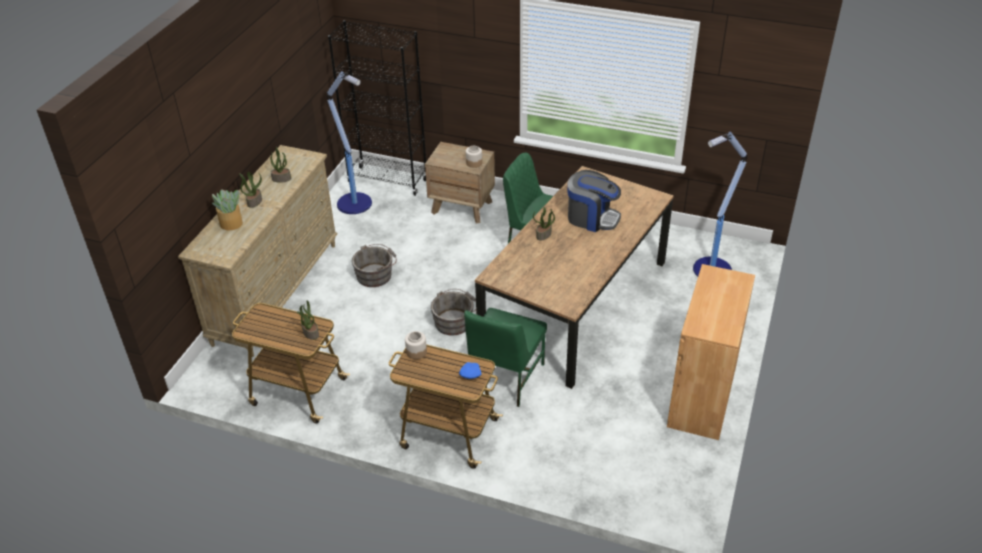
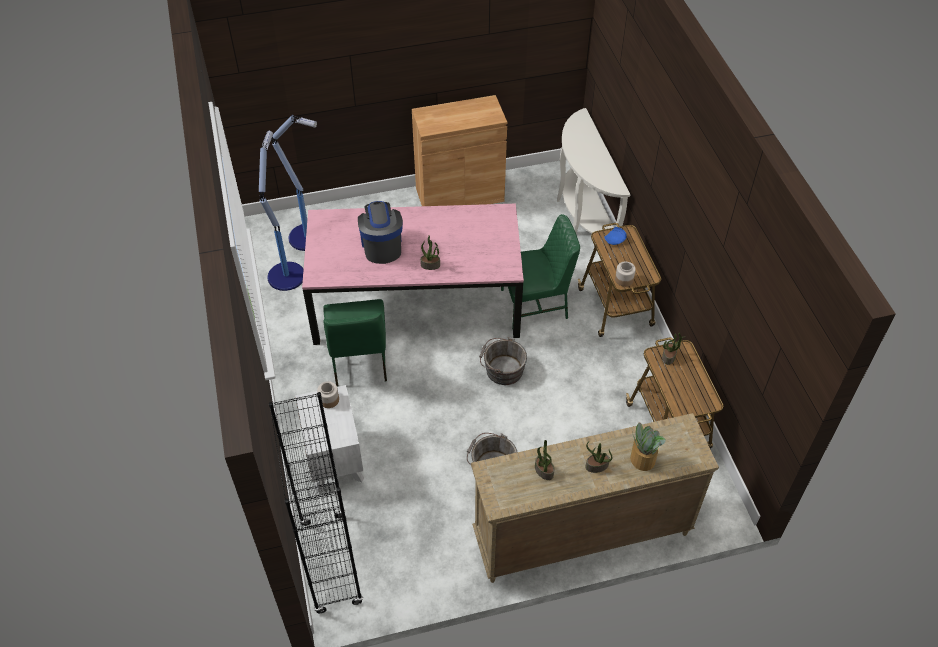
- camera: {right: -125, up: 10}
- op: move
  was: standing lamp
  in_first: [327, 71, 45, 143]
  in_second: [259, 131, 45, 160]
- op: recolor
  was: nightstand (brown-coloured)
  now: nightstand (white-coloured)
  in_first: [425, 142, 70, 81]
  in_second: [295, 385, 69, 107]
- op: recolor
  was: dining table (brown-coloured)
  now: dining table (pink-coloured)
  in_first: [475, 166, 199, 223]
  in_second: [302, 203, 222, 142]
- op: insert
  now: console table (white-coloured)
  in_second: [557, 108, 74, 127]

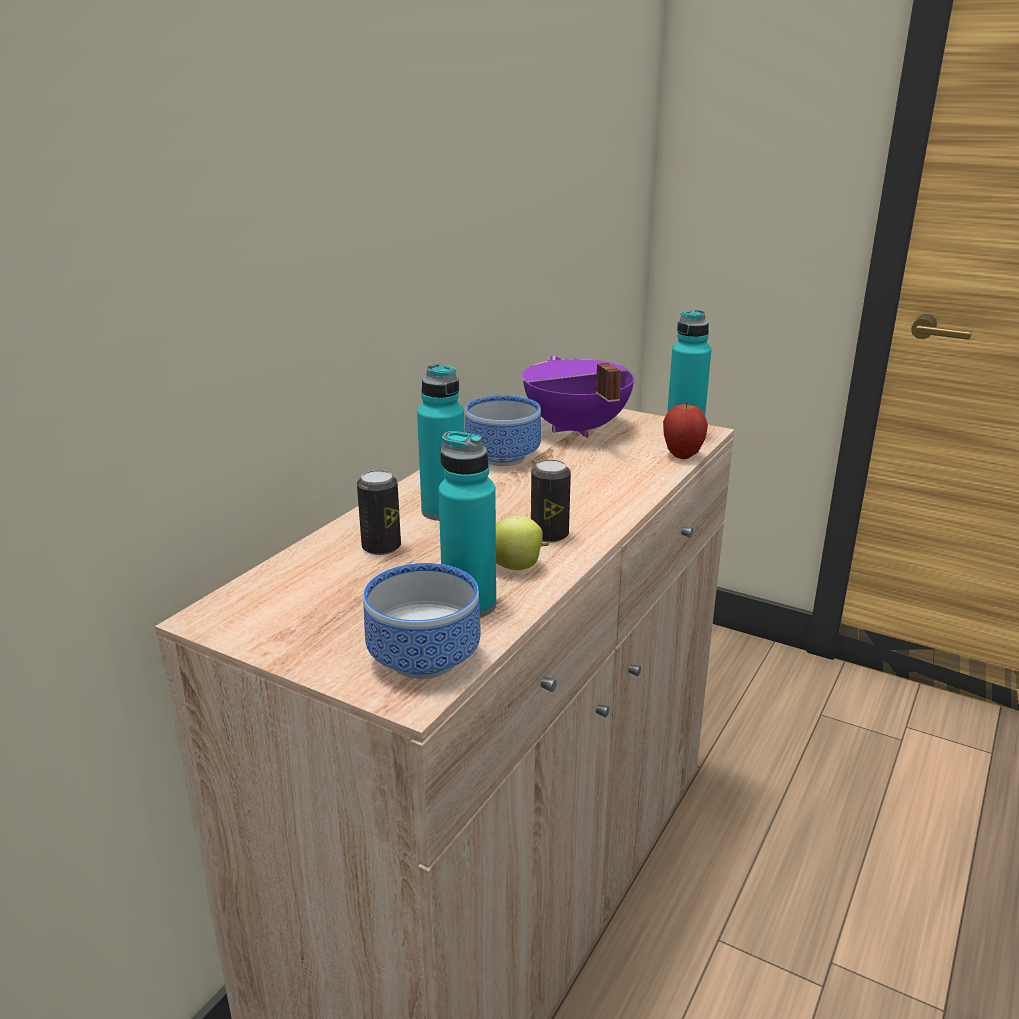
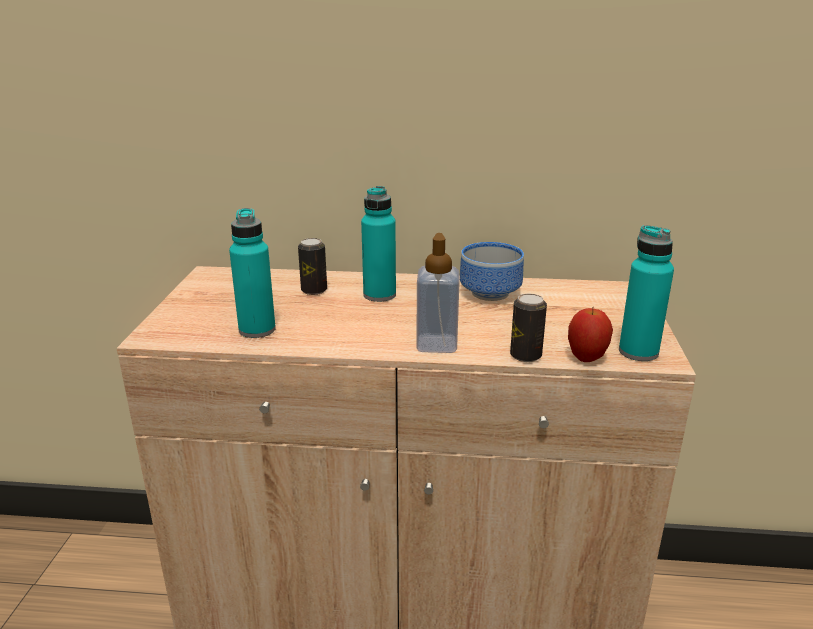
- camera: {right: 65, up: 0}
- op: insert
  now: soap bottle
  in_second: [416, 233, 43, 120]
- op: move
  was: metal can
  in_first: [531, 460, 40, 83]
  in_second: [510, 294, 37, 68]
- op: delete
  was: deep dish
  in_first: [363, 563, 118, 116]
- op: delete
  was: apple
  in_first: [496, 516, 53, 54]
- op: delete
  was: stockpot (purple)
  in_first: [522, 356, 112, 82]

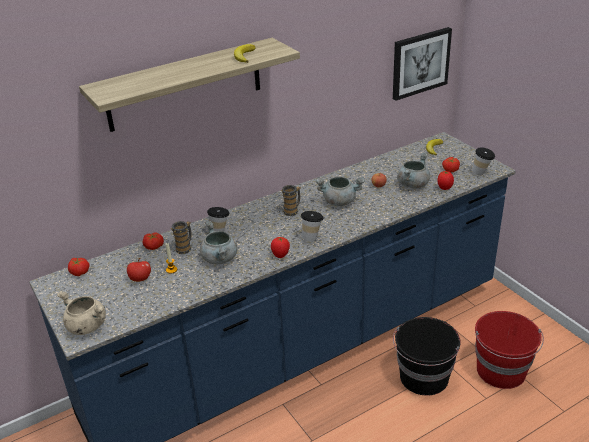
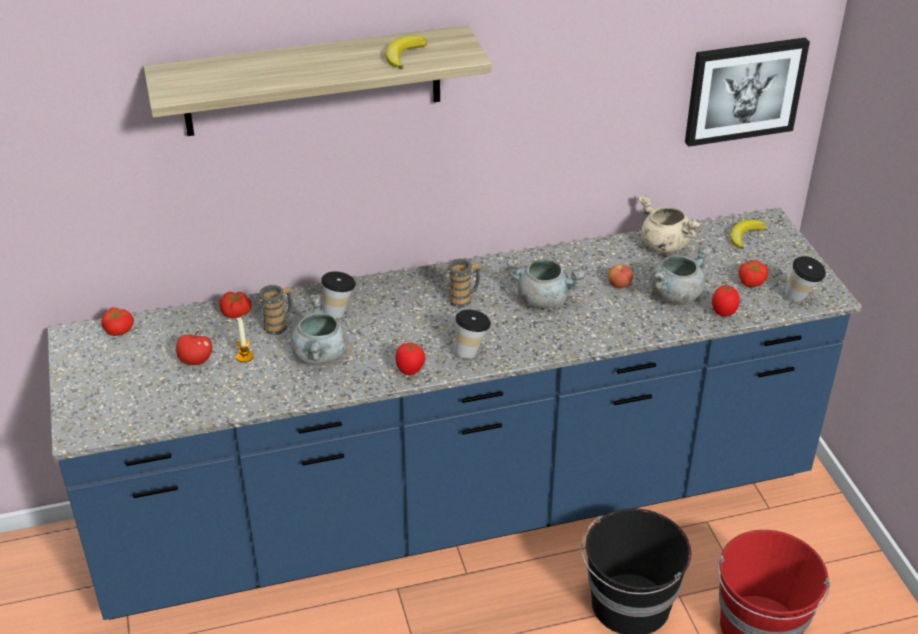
- camera: {right: 15, up: 5}
- op: move
  was: stockpot (beige-coloured)
  in_first: [57, 291, 49, 44]
  in_second: [638, 195, 63, 58]

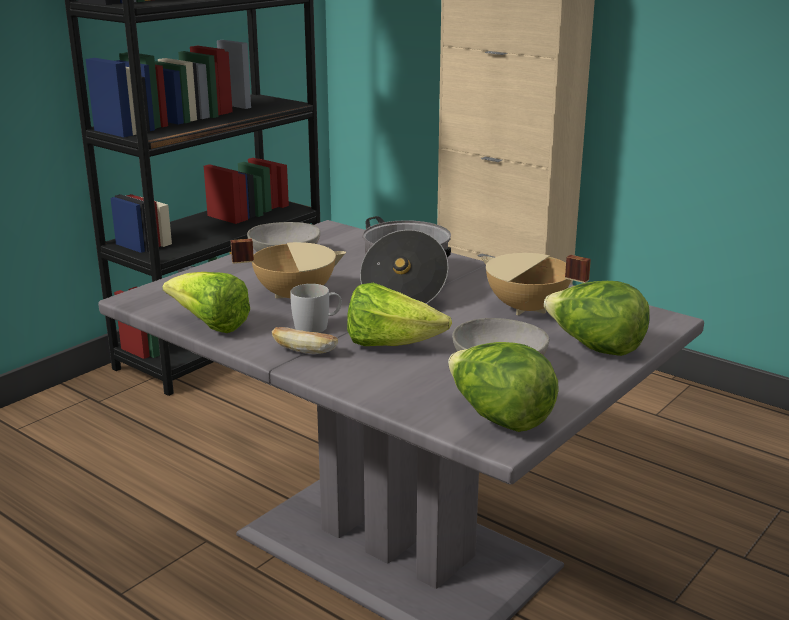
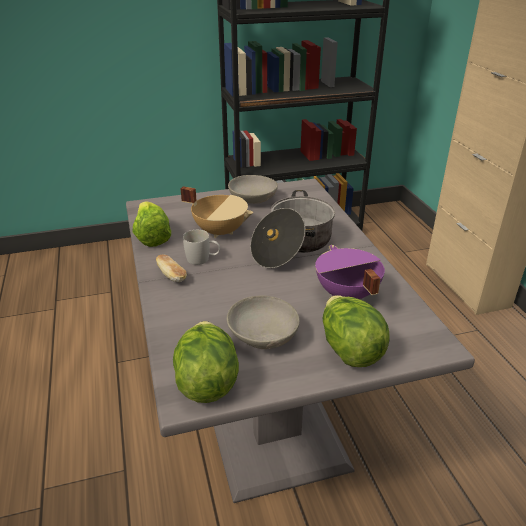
- camera: {right: 35, up: 10}
- op: recolor
  was: stockpot (beige-coloured)
  now: stockpot (purple)
  in_first: [481, 253, 110, 62]
  in_second: [315, 245, 70, 54]
- op: delete
  was: lettuce
  in_first: [347, 283, 105, 63]

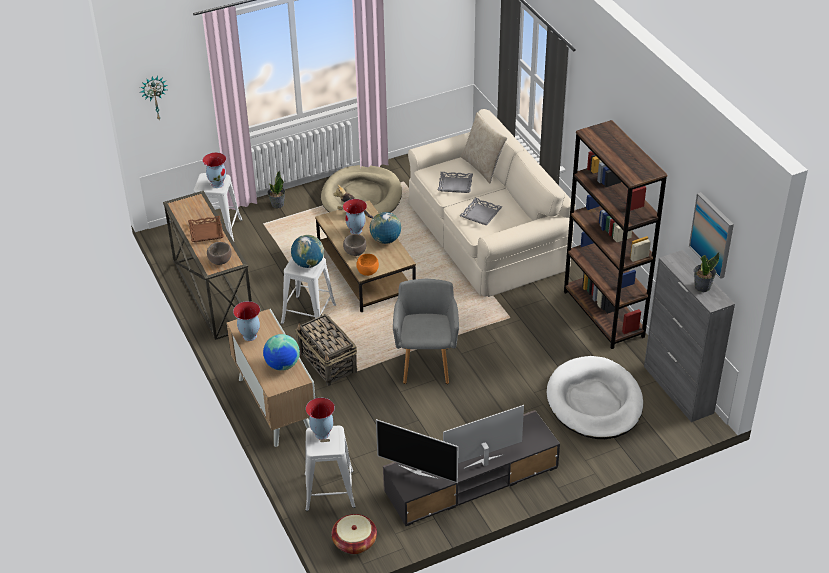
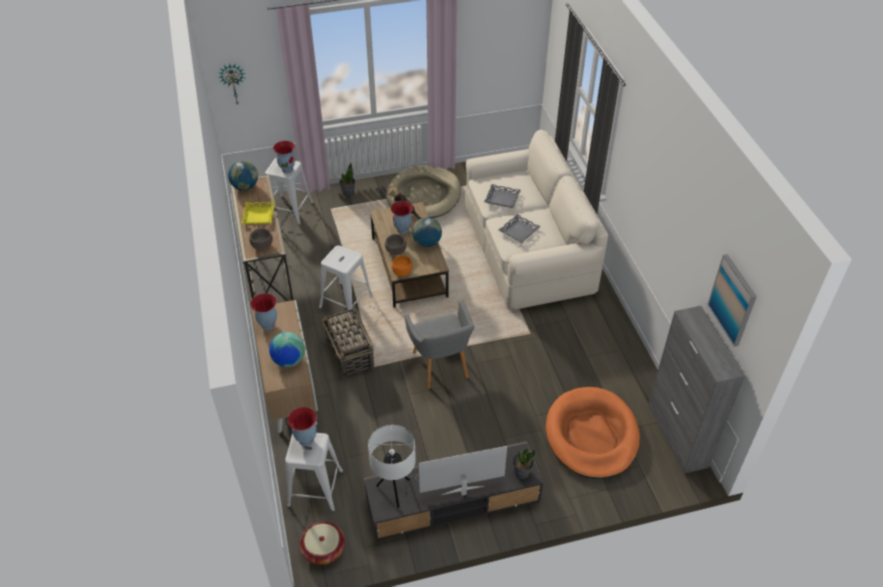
- camera: {right: 10, up: 5}
- op: move
  was: desk globe
  in_first: [291, 235, 33, 33]
  in_second: [228, 161, 30, 30]
- op: recolor
  was: serving tray (brown-coloured)
  now: serving tray (yellowish)
  in_first: [188, 216, 36, 26]
  in_second: [241, 201, 34, 23]
- op: replace
  was: TV
  now: lamp for a table (white-coloured)
  in_first: [376, 419, 82, 64]
  in_second: [368, 425, 51, 83]
- op: rotate
  was: easy chair (gray)
  in_first: [393, 279, 66, 105]
  in_second: [404, 300, 70, 89]
  clockwise: 150
- op: move
  was: houseplant
  in_first: [694, 252, 25, 40]
  in_second: [512, 448, 24, 31]
- op: recolor
  was: dog cushion (white-coloured)
  now: dog cushion (orangey)
  in_first: [547, 356, 96, 83]
  in_second: [546, 387, 94, 92]
- op: delete
  was: pillow (beige-coloured)
  in_first: [460, 113, 47, 70]
- op: delete
  was: shelving unit (brown-coloured)
  in_first: [564, 120, 103, 229]

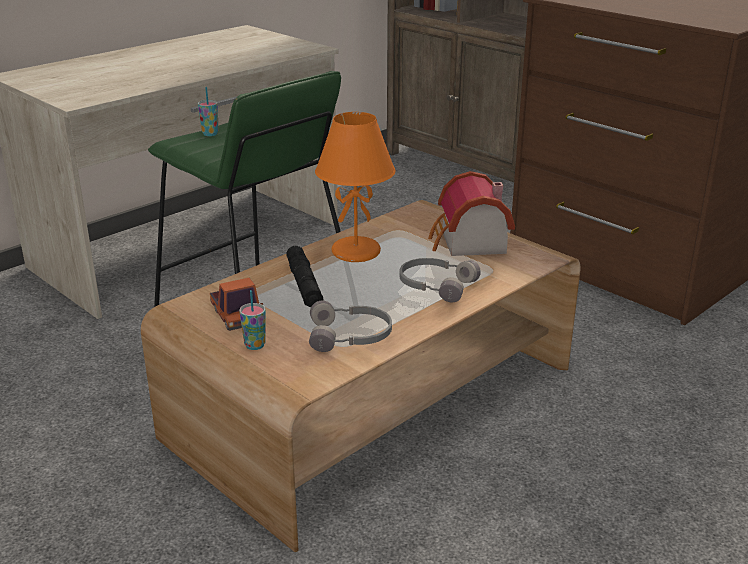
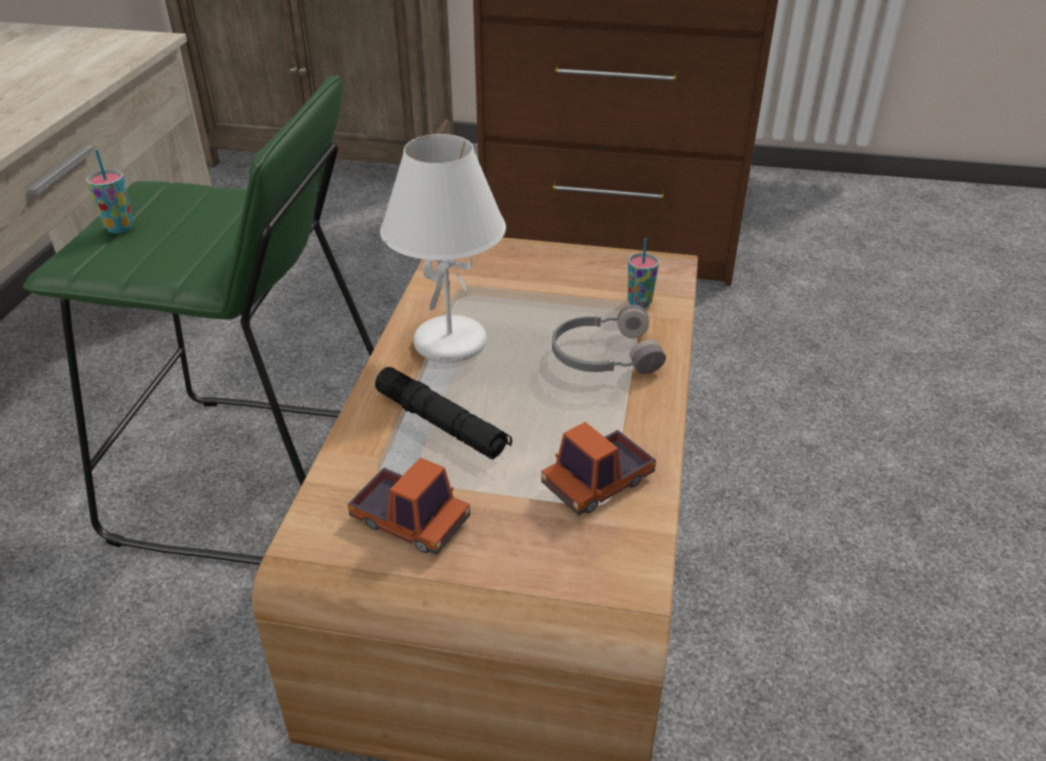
- camera: {right: -35, up: 10}
- op: recolor
  was: lamp for a table (orangey)
  now: lamp for a table (white-coloured)
  in_first: [315, 112, 81, 150]
  in_second: [380, 134, 126, 229]
- op: replace
  was: pair of headphones (gray)
  now: model truck
  in_first: [309, 300, 83, 52]
  in_second: [541, 422, 115, 94]
- op: move
  was: cup
  in_first: [239, 290, 27, 60]
  in_second: [628, 238, 31, 70]
- op: delete
  was: miniature house
  in_first: [428, 171, 87, 85]

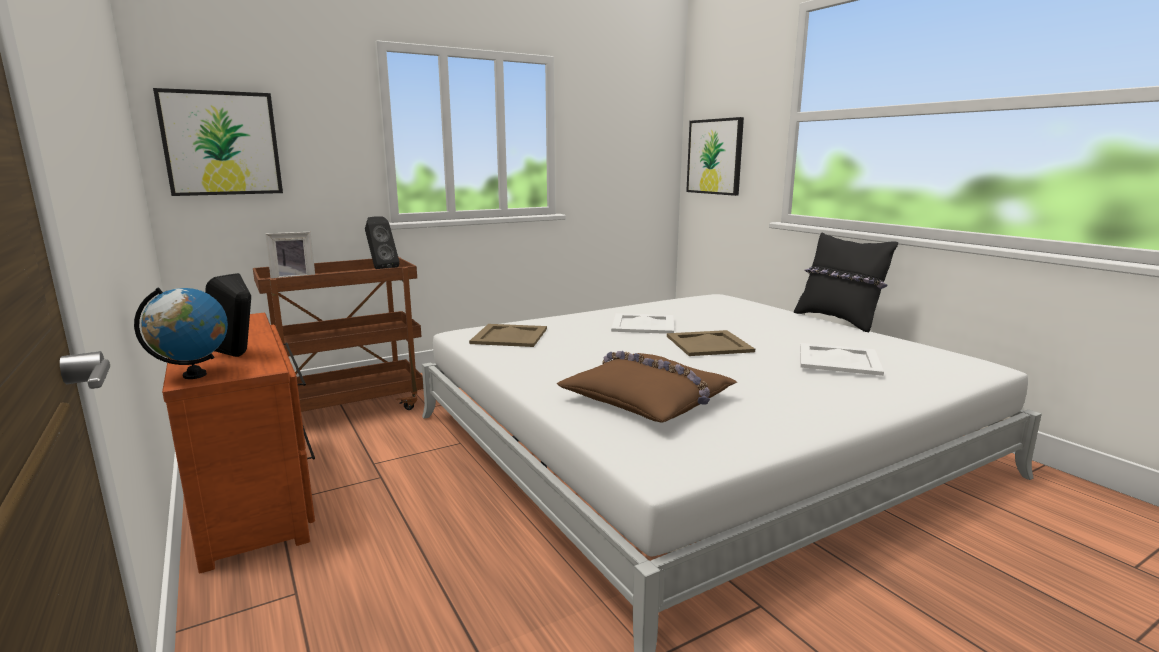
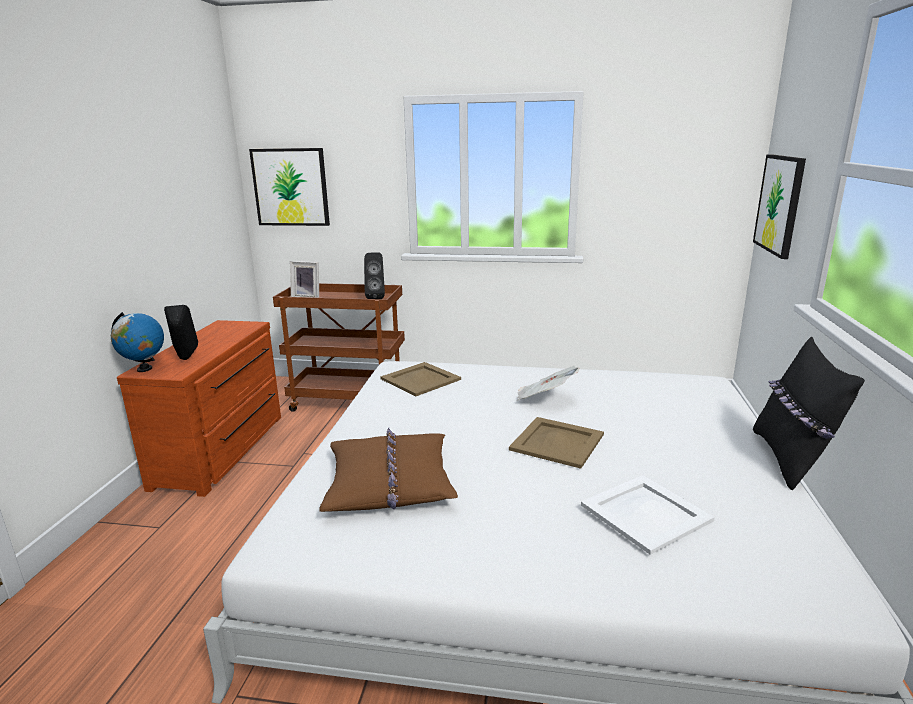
- camera: {right: 40, up: 5}
- op: replace
  was: serving tray (white-coloured)
  now: daily paper
  in_first: [611, 313, 63, 21]
  in_second: [517, 366, 63, 35]

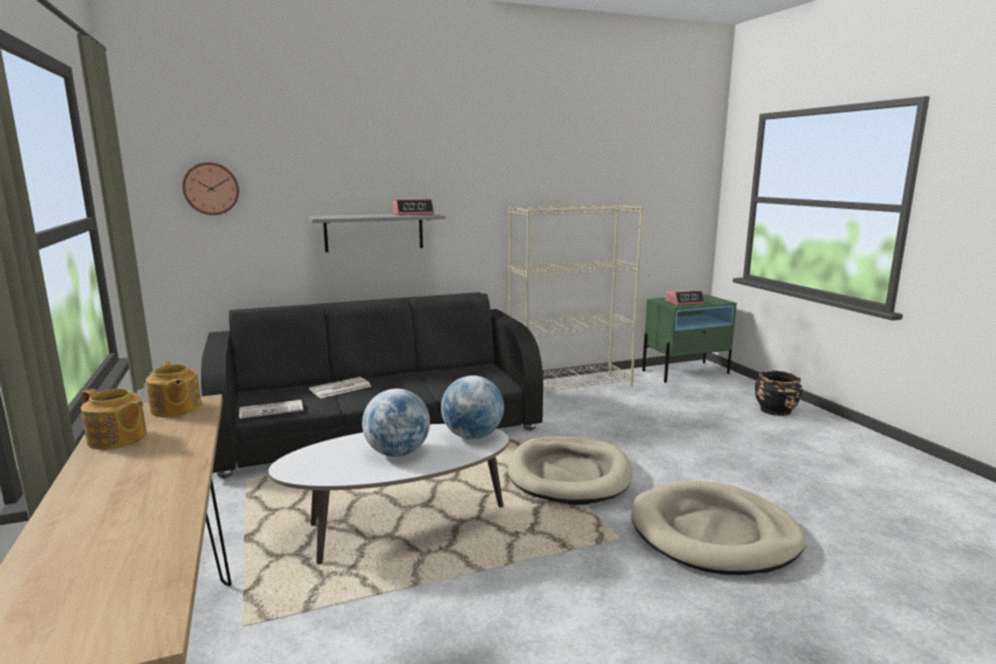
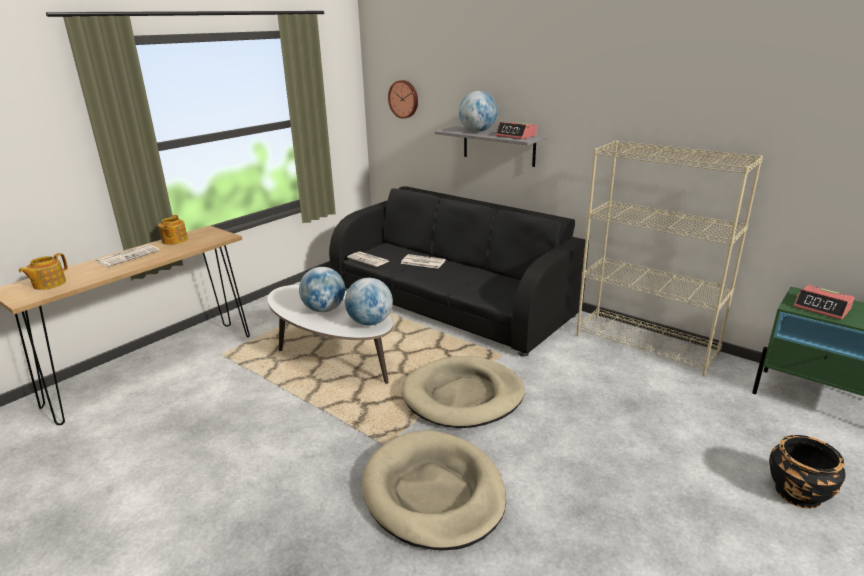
- camera: {right: 60, up: 10}
- op: move
  was: teapot
  in_first: [146, 361, 56, 56]
  in_second: [19, 253, 49, 37]
- op: insert
  now: daily paper
  in_second: [96, 244, 64, 23]
- op: insert
  now: desk globe
  in_second: [459, 91, 39, 41]

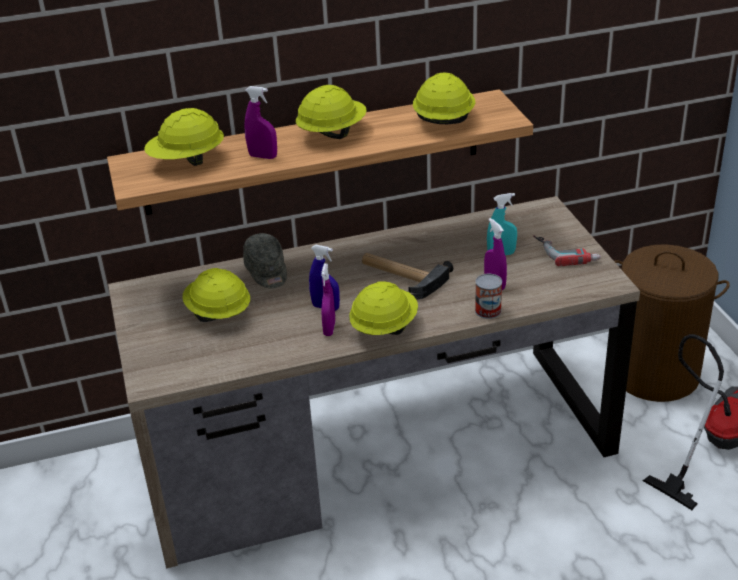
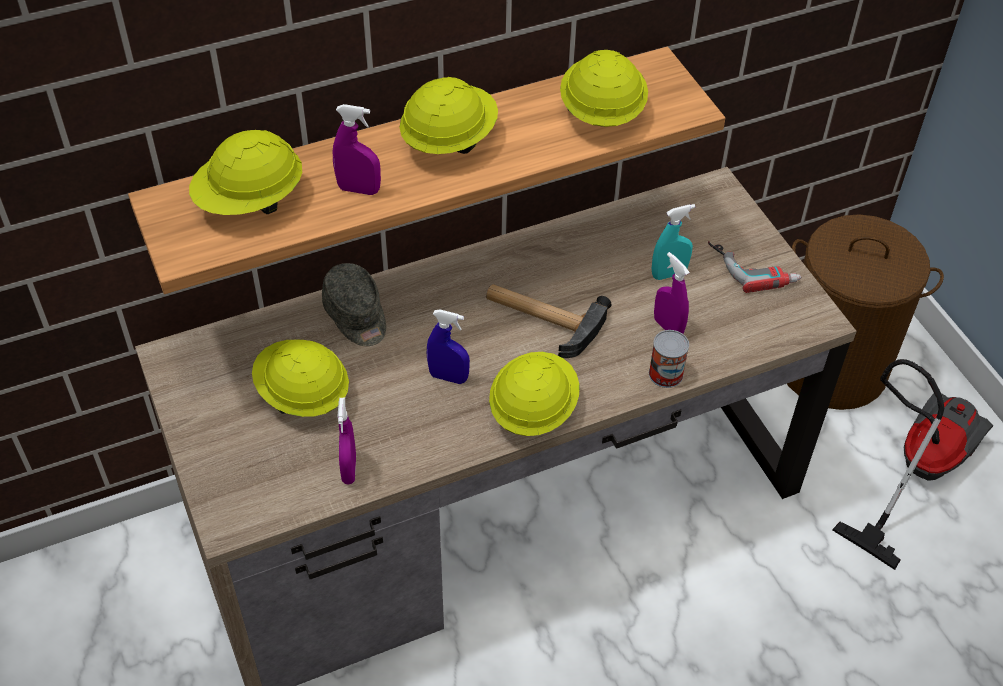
- camera: {right: -10, up: 15}
- op: move
  was: spray bottle (purple)
  in_first: [321, 264, 14, 72]
  in_second: [337, 398, 19, 86]

